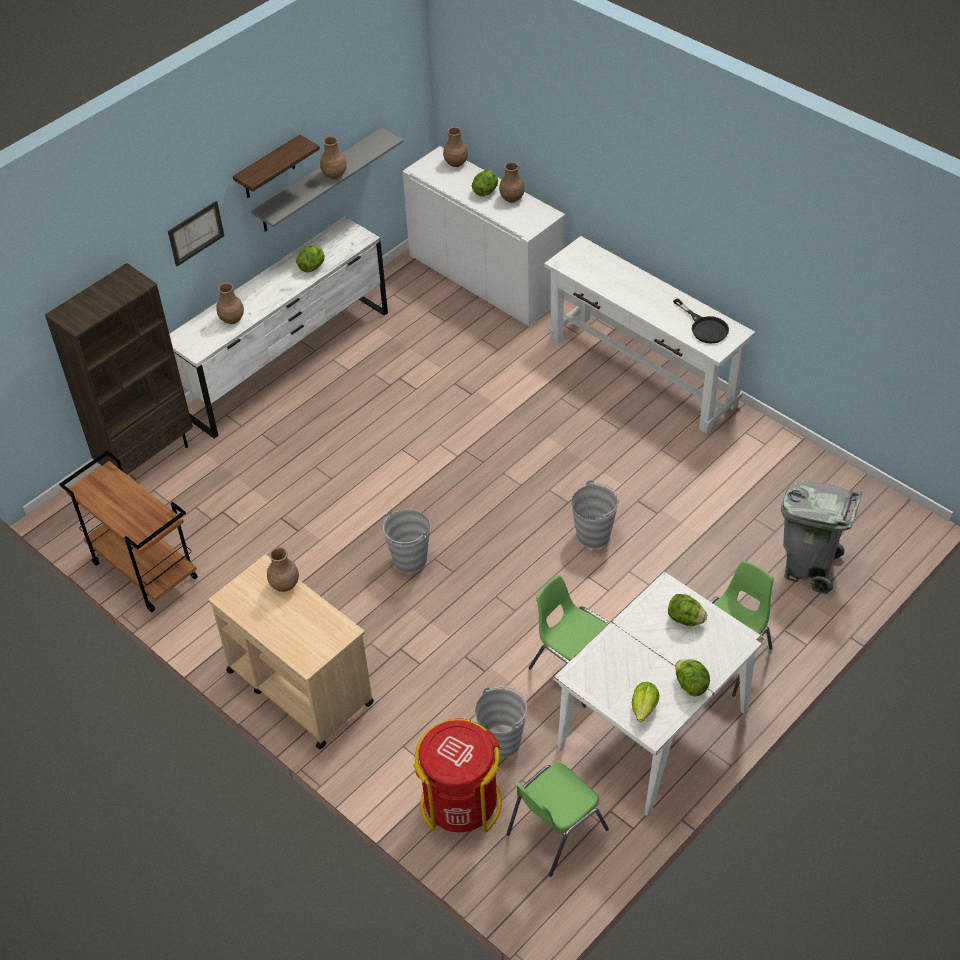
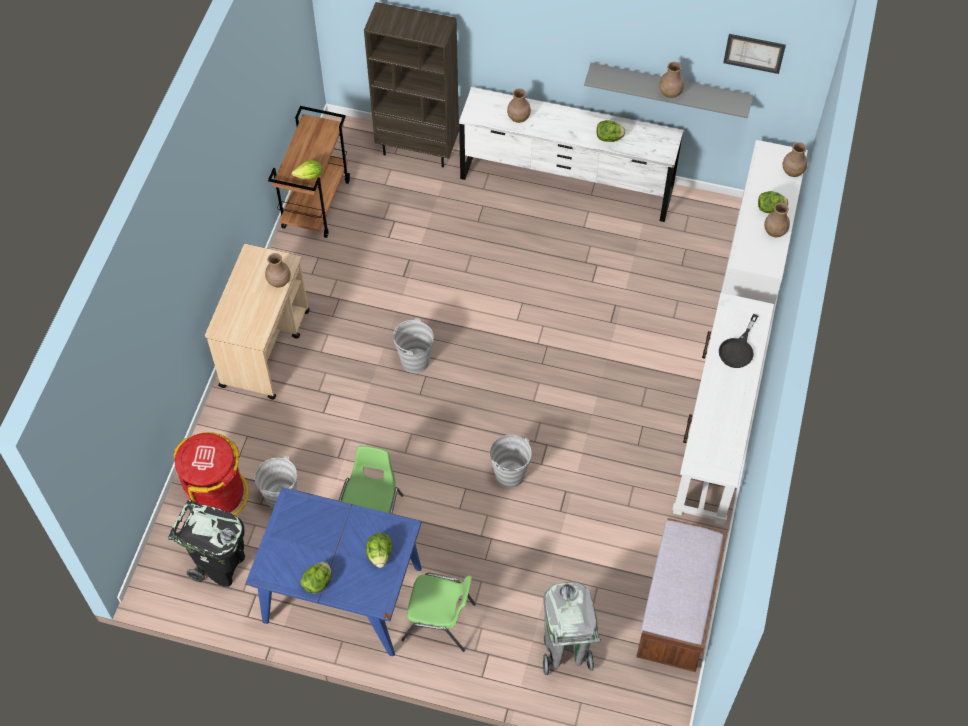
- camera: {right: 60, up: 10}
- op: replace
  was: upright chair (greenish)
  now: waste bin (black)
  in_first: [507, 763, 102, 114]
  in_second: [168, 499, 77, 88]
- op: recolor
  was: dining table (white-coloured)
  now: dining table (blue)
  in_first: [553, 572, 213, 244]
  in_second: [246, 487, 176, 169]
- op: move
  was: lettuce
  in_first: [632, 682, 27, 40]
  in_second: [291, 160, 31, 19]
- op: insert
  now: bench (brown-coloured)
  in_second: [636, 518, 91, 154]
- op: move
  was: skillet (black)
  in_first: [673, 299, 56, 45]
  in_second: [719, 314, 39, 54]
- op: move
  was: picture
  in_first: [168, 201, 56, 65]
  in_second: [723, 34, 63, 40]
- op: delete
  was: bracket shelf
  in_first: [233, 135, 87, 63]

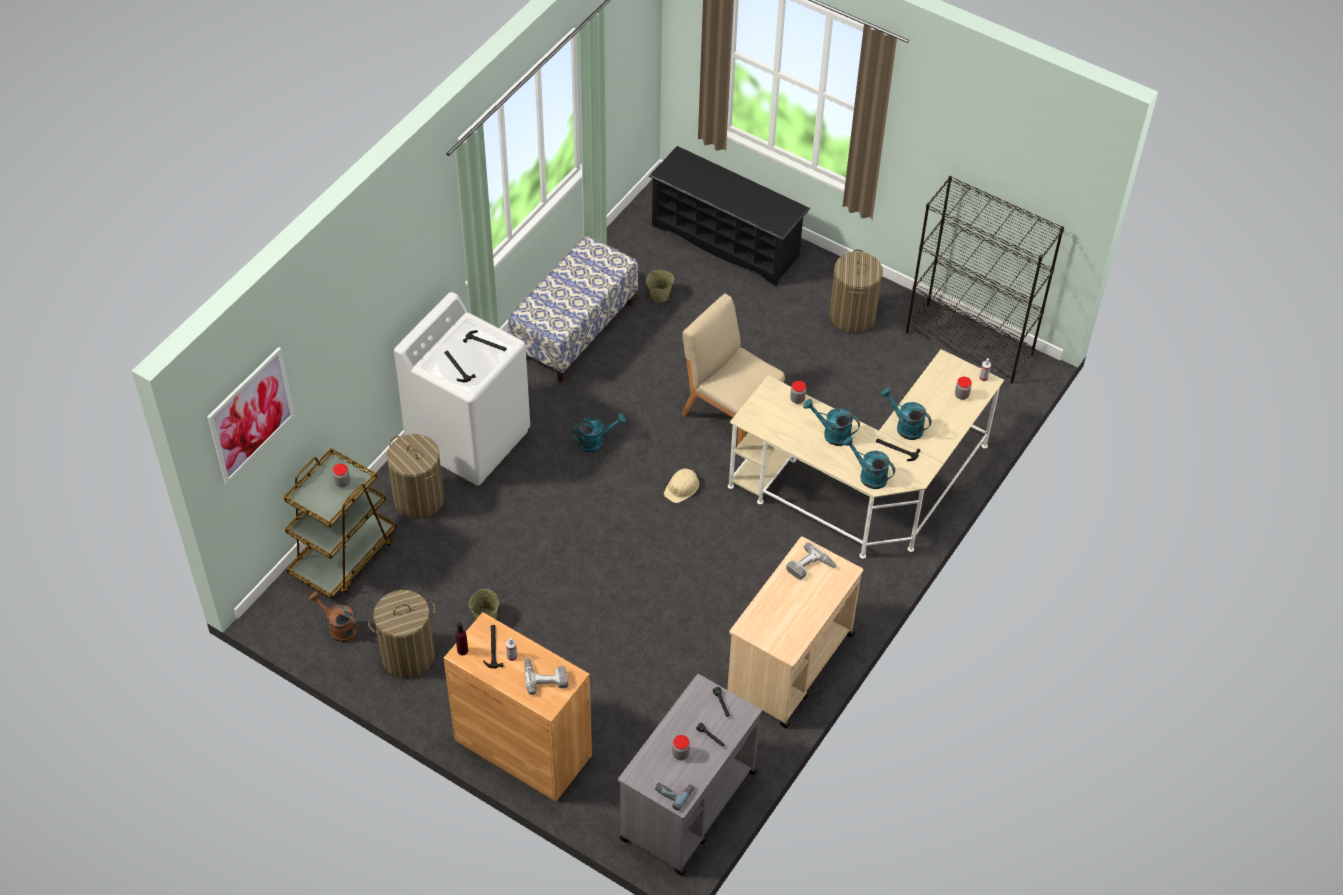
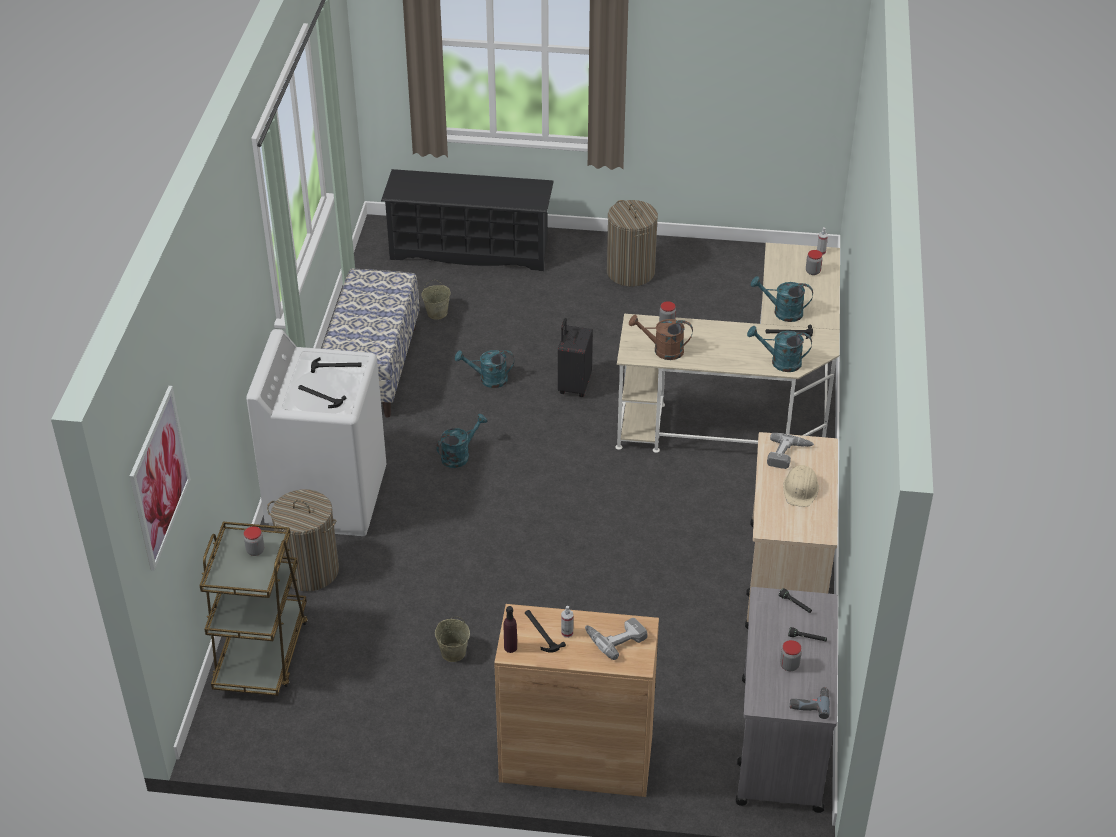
- camera: {right: -25, up: -10}
- op: move
  was: sprinkling can (turquoise-coloured)
  in_first: [803, 399, 57, 47]
  in_second: [455, 350, 59, 38]
- op: replace
  was: upright chair (beige-coloured)
  now: travel case (black)
  in_first: [682, 293, 103, 153]
  in_second: [558, 318, 35, 79]
- op: move
  was: sprinkling can (brown-coloured)
  in_first: [309, 591, 49, 52]
  in_second: [629, 315, 64, 45]
- op: move
  was: hard hat (beige-coloured)
  in_first: [664, 469, 35, 34]
  in_second: [783, 465, 36, 42]
- op: delete
  was: hamper
  in_first: [368, 590, 67, 88]
- op: delete
  was: shelving unit (black)
  in_first: [906, 176, 158, 208]

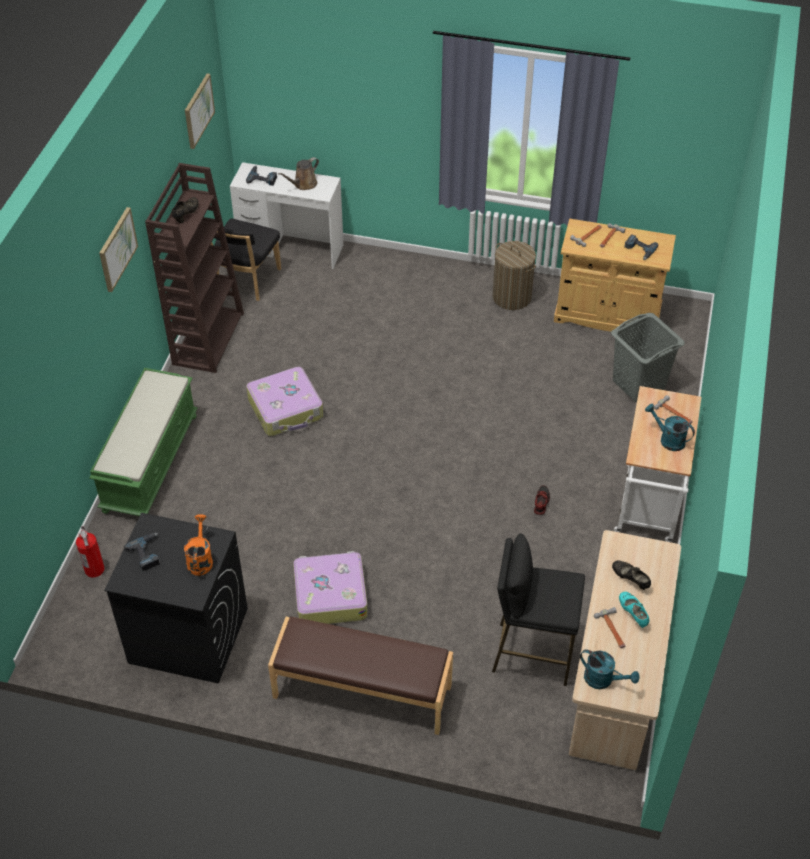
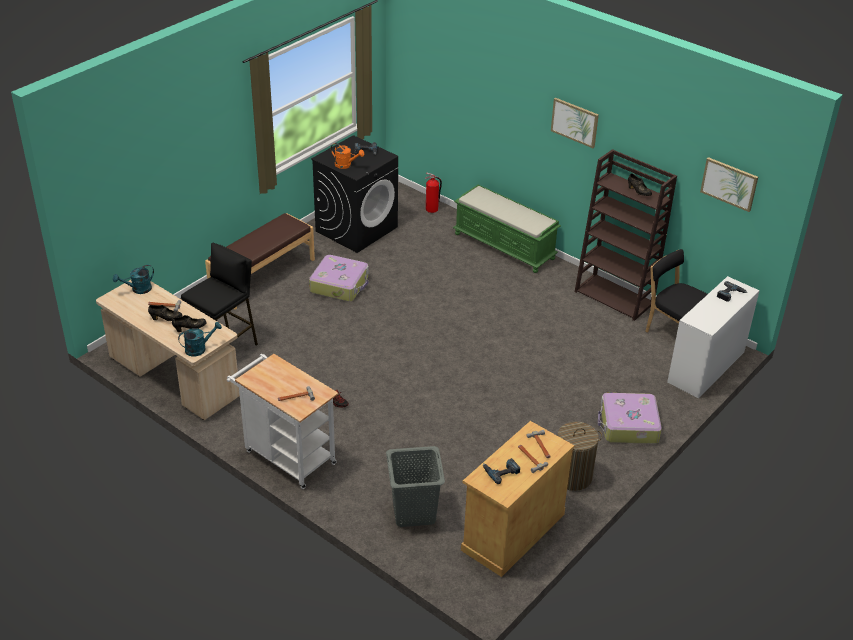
- camera: {right: 115, up: -10}
- op: recolor
  was: shoe (turquoise-coloured)
  now: shoe (black)
  in_first: [619, 592, 30, 36]
  in_second: [148, 305, 35, 16]
- op: move
  was: sprinkling can (turquoise-coloured)
  in_first: [645, 404, 50, 47]
  in_second: [178, 322, 44, 35]
- op: move
  was: travel case
  in_first: [246, 367, 77, 69]
  in_second: [598, 393, 64, 51]
- op: delete
  was: sprinkling can (brown-coloured)
  in_first: [278, 157, 41, 33]

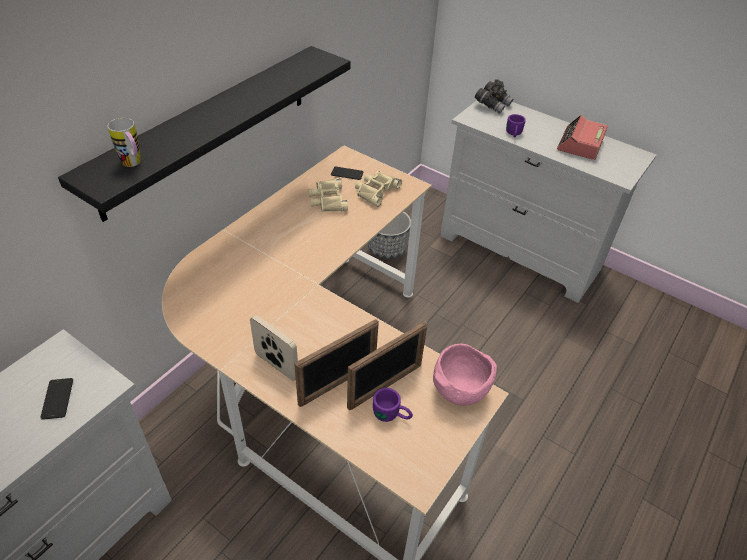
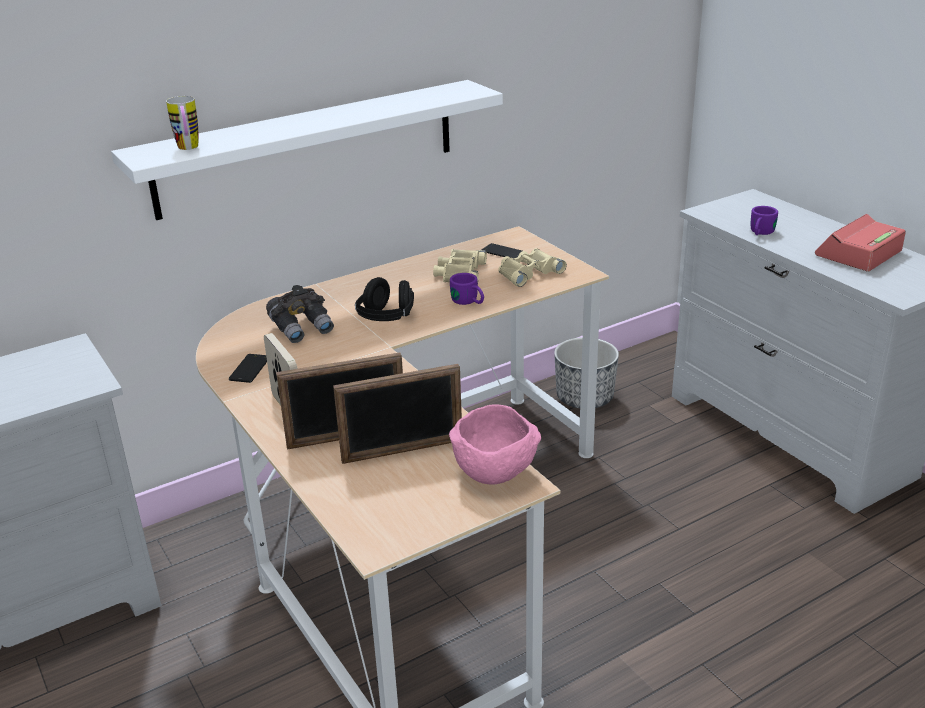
- camera: {right: 25, up: -15}
- op: recolor
  was: bracket shelf (black)
  now: bracket shelf (white-coloured)
  in_first: [58, 46, 293, 176]
  in_second: [111, 80, 392, 140]
- op: move
  was: telephone
  in_first: [40, 378, 33, 42]
  in_second: [229, 354, 38, 29]
- op: move
  was: field glasses (gray)
  in_first: [475, 79, 38, 35]
  in_second: [266, 285, 68, 58]
- op: insert
  now: pair of headphones (black)
  in_second: [355, 277, 59, 44]
- op: move
  was: tea mug (purple)
  in_first: [373, 388, 40, 34]
  in_second: [450, 273, 34, 32]

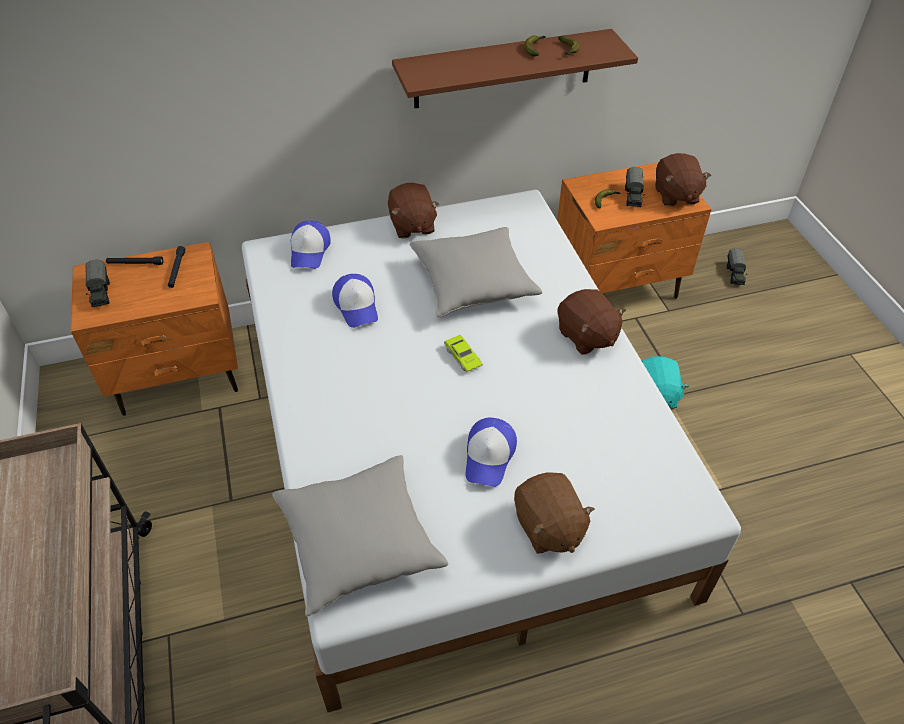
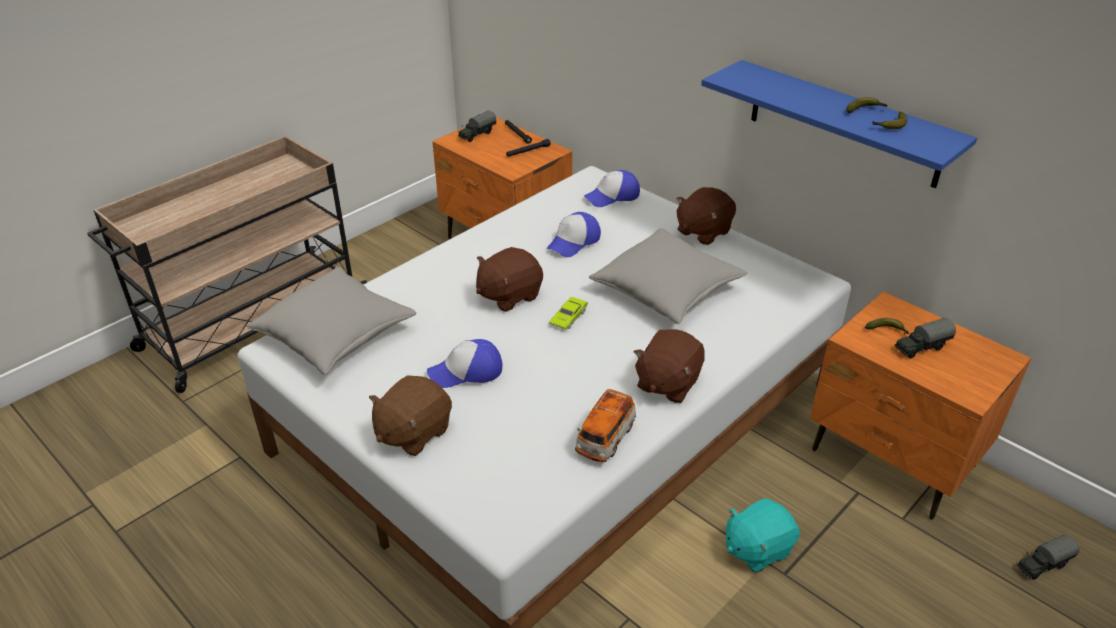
- camera: {right: 60, up: -10}
- op: move
  was: cuddly toy (brown-coloured)
  in_first: [655, 153, 56, 53]
  in_second: [476, 247, 67, 65]
- op: insert
  now: toy car
  in_second: [575, 389, 61, 73]
- op: recolor
  was: bracket shelf (brown-coloured)
  now: bracket shelf (blue)
  in_first: [392, 29, 246, 79]
  in_second: [701, 60, 276, 128]

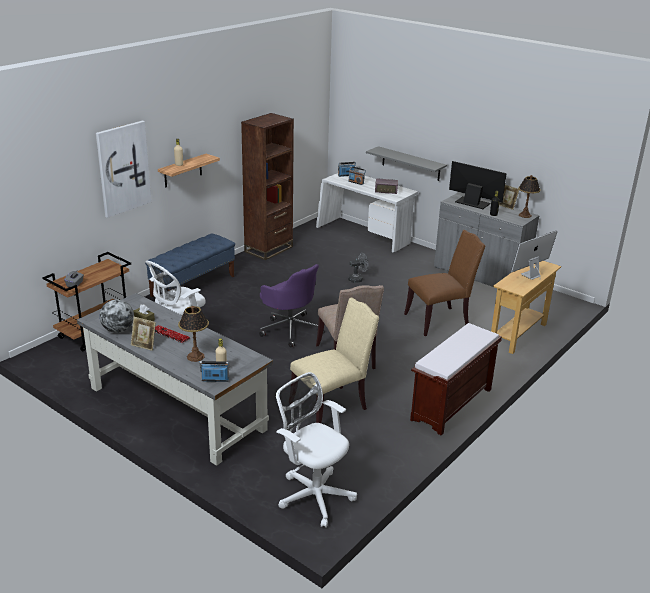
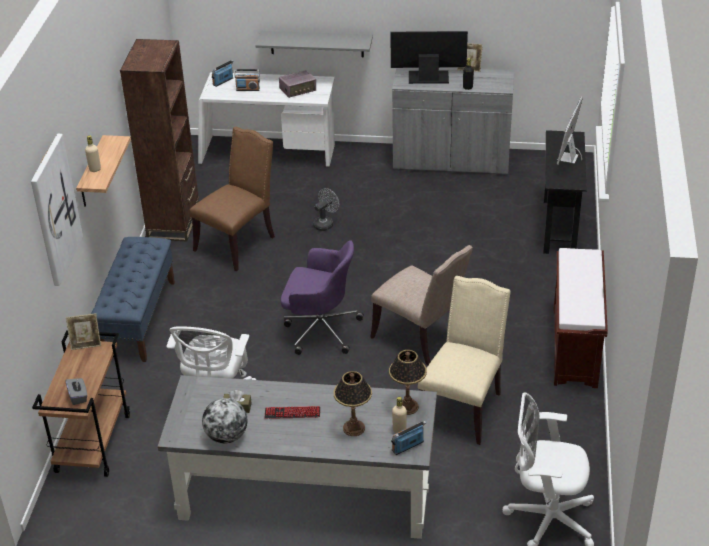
- camera: {right: -30, up: 10}
- op: move
  was: picture frame
  in_first: [131, 317, 25, 34]
  in_second: [66, 313, 35, 37]
- op: move
  was: upright chair (brown-coloured)
  in_first: [404, 230, 81, 106]
  in_second: [190, 127, 85, 144]
- op: move
  was: lamp for a table
  in_first: [518, 175, 23, 43]
  in_second: [389, 350, 38, 65]
- op: recolor
  was: console table (beige-coloured)
  now: console table (black)
  in_first: [491, 261, 70, 93]
  in_second: [543, 130, 43, 124]

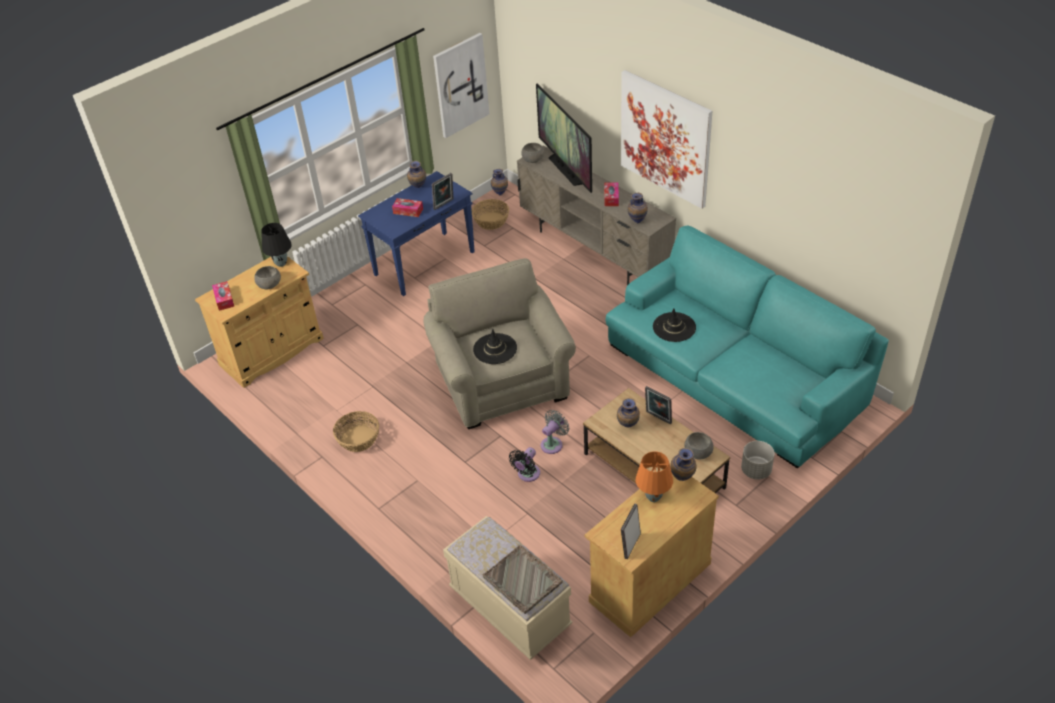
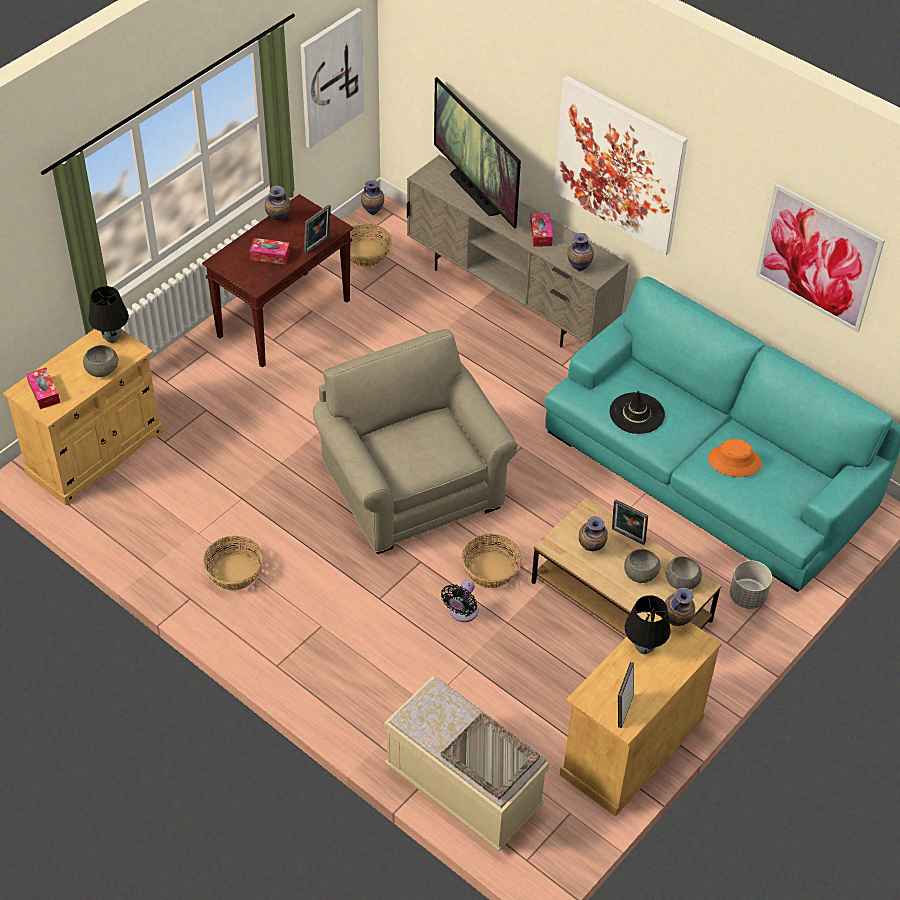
- camera: {right: -10, up: 5}
- op: recolor
  was: console table (blue)
  now: console table (brown-coloured)
  in_first: [358, 171, 117, 125]
  in_second: [202, 194, 151, 174]
- op: replace
  was: cooling fan (gray)
  now: basket
  in_first: [541, 410, 29, 44]
  in_second: [461, 534, 61, 54]
- op: move
  was: deep dish (gray)
  in_first: [521, 143, 23, 20]
  in_second: [624, 549, 37, 34]
- op: recolor
  was: lamp for a table (orangey)
  now: lamp for a table (black)
  in_first: [636, 451, 37, 51]
  in_second: [625, 595, 46, 59]
- op: insert
  now: hat (orangey)
  in_second: [708, 439, 54, 38]
- op: insert
  now: picture
  in_second: [756, 183, 129, 150]
- op: delete
  was: hat (black)
  in_first: [473, 329, 44, 35]

